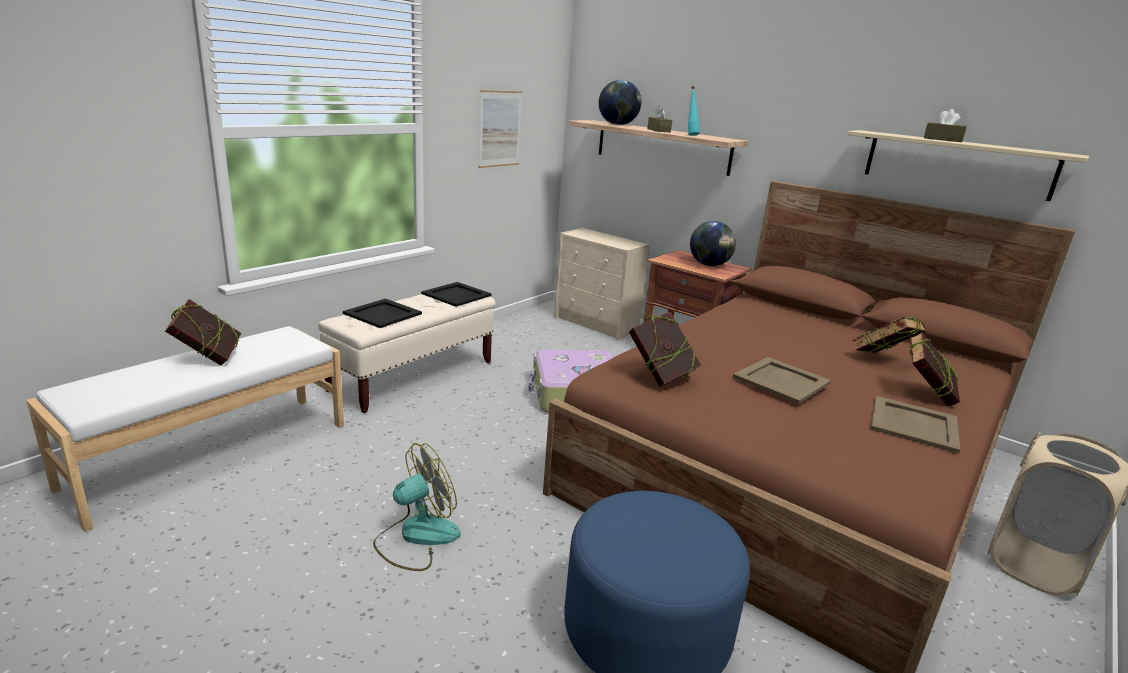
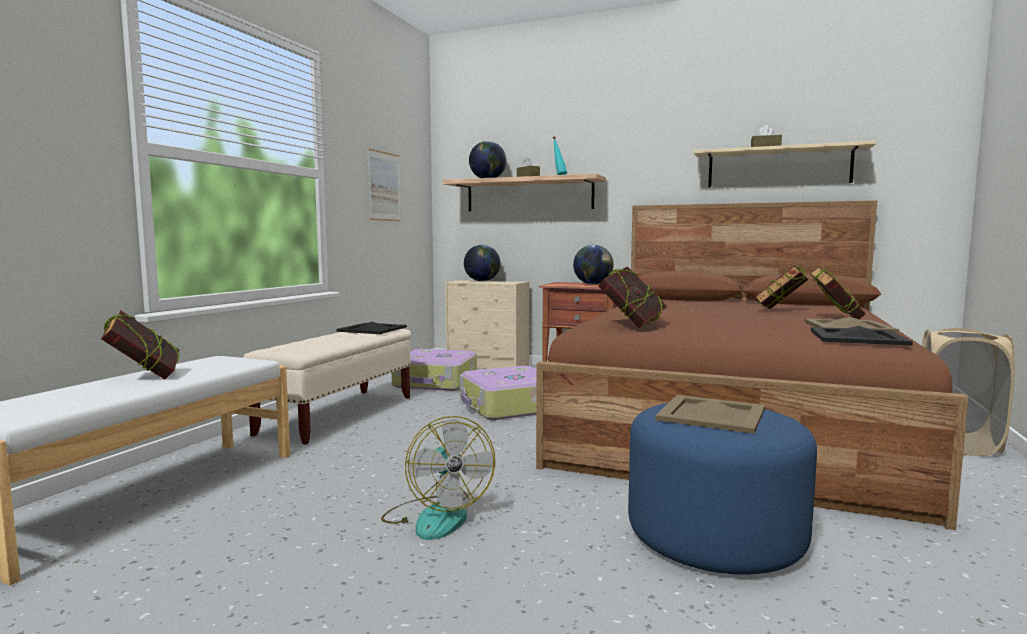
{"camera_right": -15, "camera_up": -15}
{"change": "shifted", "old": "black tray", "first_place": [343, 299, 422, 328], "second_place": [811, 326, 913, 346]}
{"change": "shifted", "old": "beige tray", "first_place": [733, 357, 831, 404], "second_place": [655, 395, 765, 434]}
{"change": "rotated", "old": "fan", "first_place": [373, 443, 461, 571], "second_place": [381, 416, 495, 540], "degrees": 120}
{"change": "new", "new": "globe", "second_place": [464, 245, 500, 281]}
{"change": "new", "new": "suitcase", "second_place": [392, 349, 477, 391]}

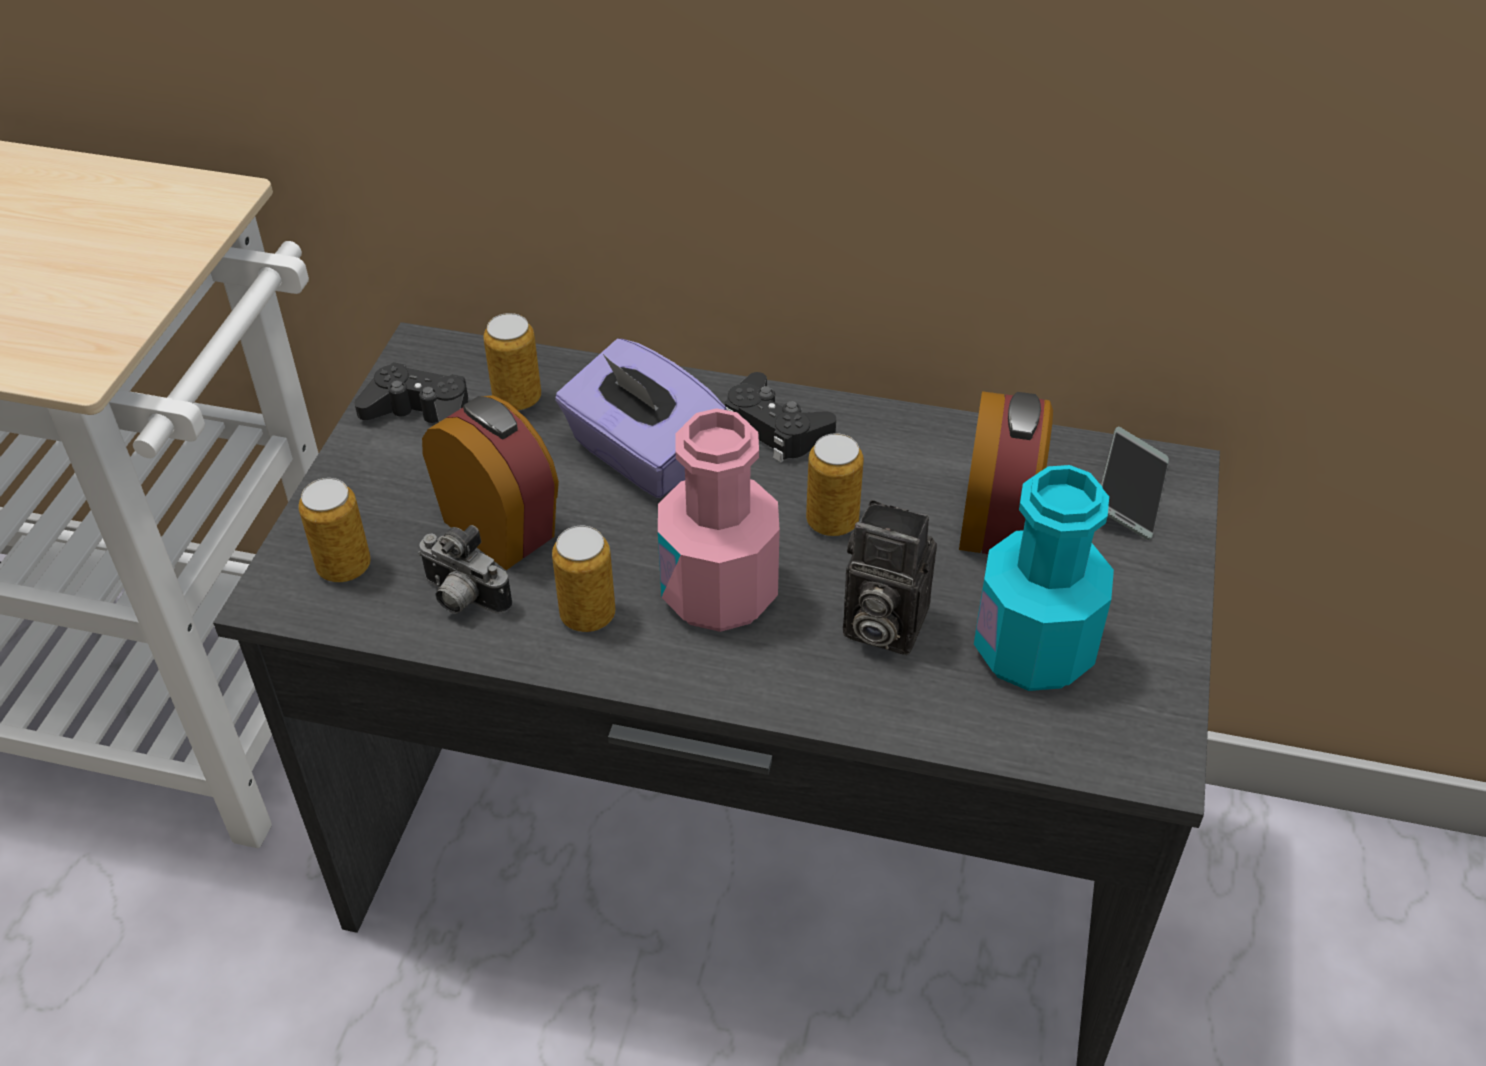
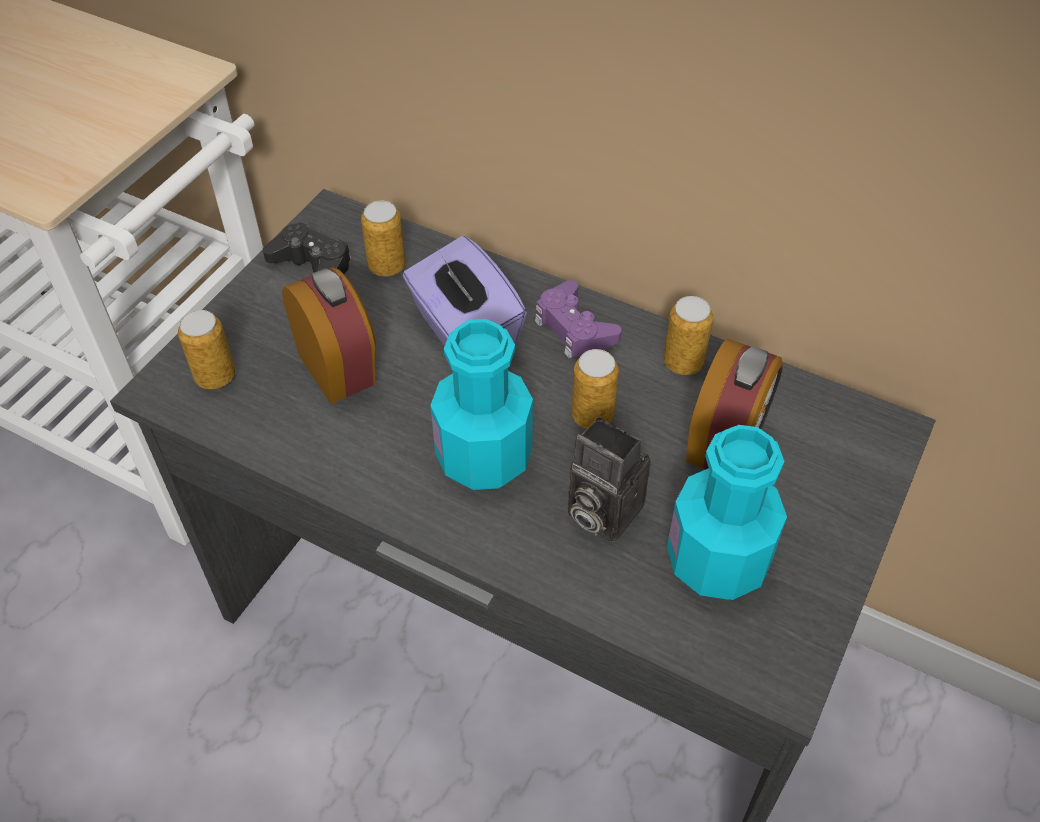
{"camera_right": 15, "camera_up": 5}
{"change": "repainted", "old": "black game controller", "new": "purple game controller", "first_place": [725, 372, 836, 462], "second_place": [535, 280, 621, 358]}
{"change": "repainted", "old": "pink bottle", "new": "turquoise bottle", "first_place": [658, 408, 780, 632], "second_place": [430, 319, 533, 490]}
{"change": "gone", "old": "phone", "first_place": [1101, 427, 1169, 540]}
{"change": "gone", "old": "photo camera", "first_place": [418, 525, 513, 614]}
{"change": "shifted", "old": "can", "first_place": [552, 526, 615, 632], "second_place": [663, 296, 713, 375]}

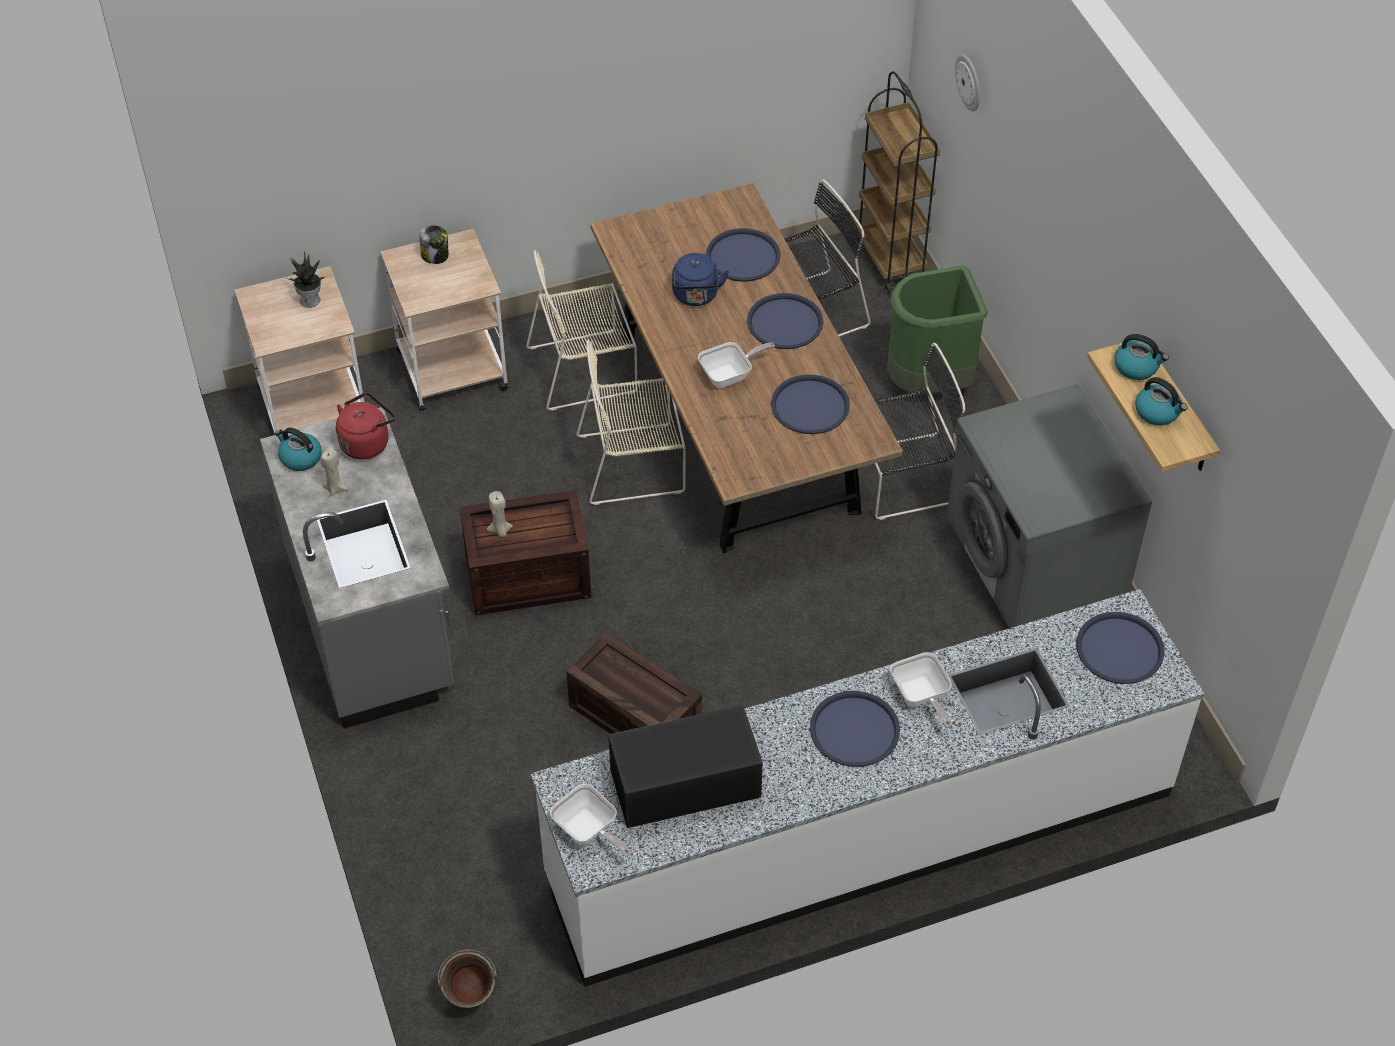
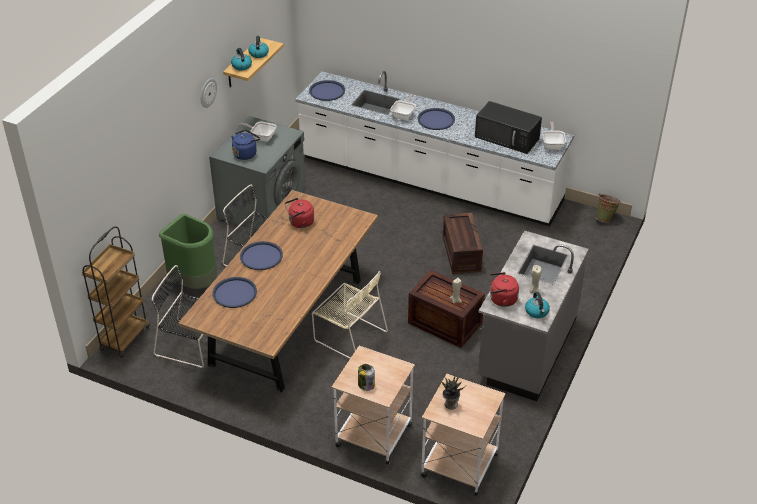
{"camera_right": -135, "camera_up": -10}
{"change": "shifted", "old": "wall clock", "first_place": [955, 54, 980, 111], "second_place": [201, 78, 217, 108]}
{"change": "gone", "old": "beige chair", "first_place": [526, 250, 637, 411]}
{"change": "shifted", "old": "blue kettle", "first_place": [672, 253, 729, 306], "second_place": [231, 130, 260, 160]}
{"change": "shifted", "old": "frying pan", "first_place": [698, 342, 775, 388], "second_place": [238, 121, 277, 142]}
{"change": "swapped", "old": "blue tray", "new": "red kettle", "first_place": [771, 375, 850, 434], "second_place": [285, 198, 314, 228]}

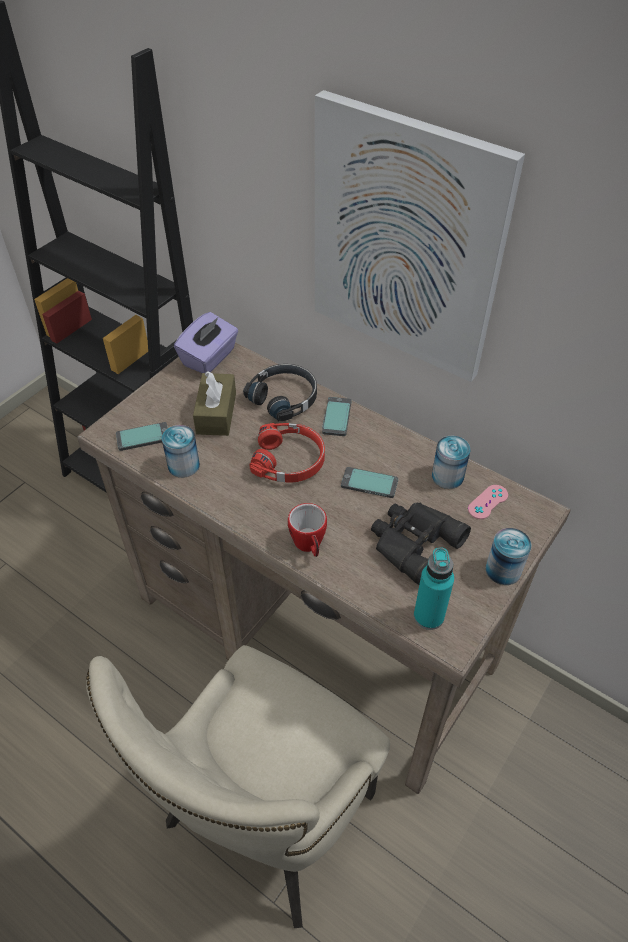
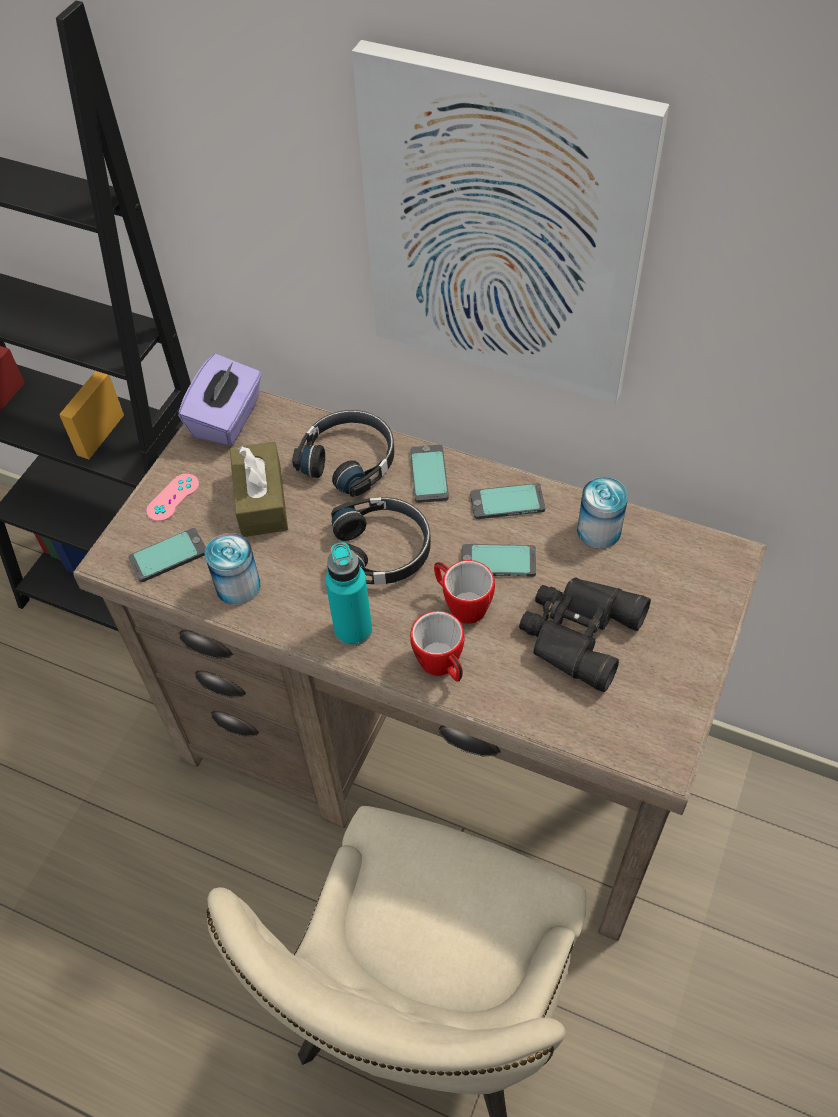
{"camera_right": -10, "camera_up": 5}
{"change": "repainted", "old": "red headphones", "new": "black headphones", "first_place": [249, 423, 325, 483], "second_place": [331, 497, 431, 584]}
{"change": "shifted", "old": "pink game controller", "first_place": [468, 485, 508, 519], "second_place": [146, 474, 199, 522]}
{"change": "gone", "old": "can", "first_place": [486, 528, 531, 585]}
{"change": "shifted", "old": "turquoise bottle", "first_place": [414, 547, 454, 630], "second_place": [325, 542, 372, 646]}
{"change": "new", "new": "phone", "second_place": [470, 483, 545, 519]}
{"change": "new", "new": "mug", "second_place": [434, 560, 495, 624]}

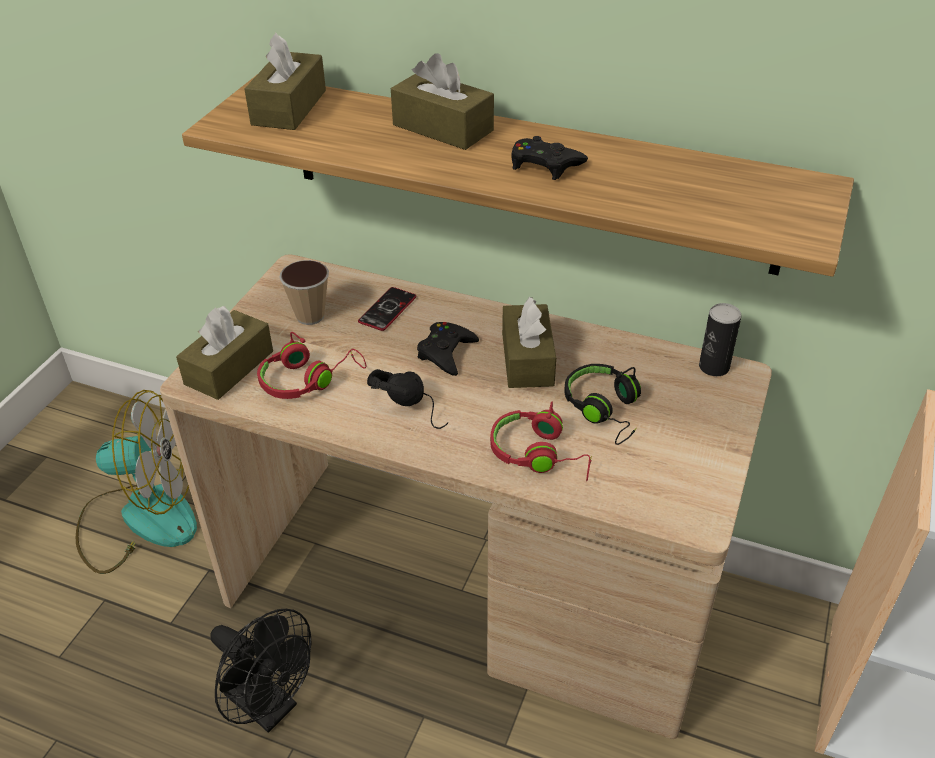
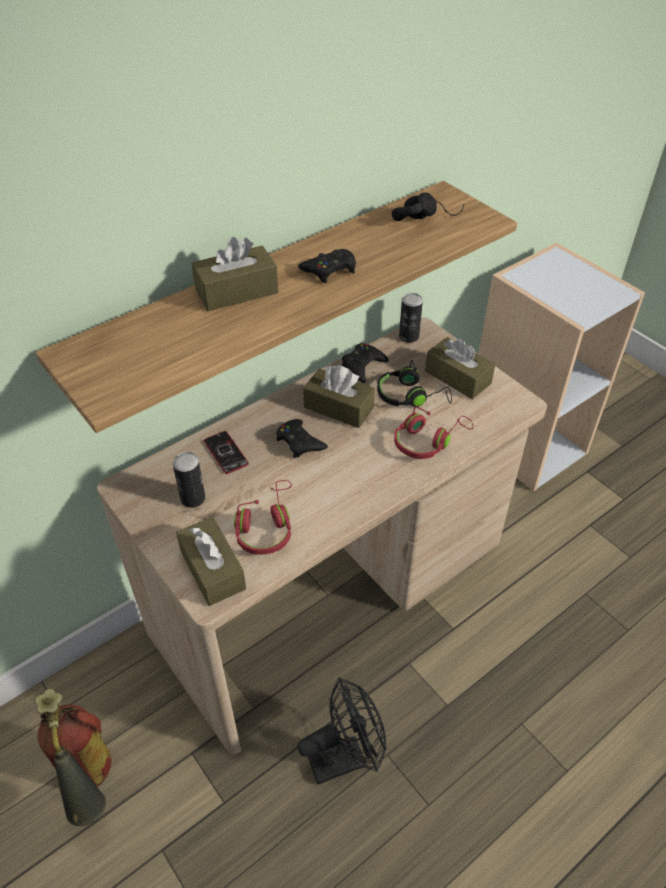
{"camera_right": -60, "camera_up": 5}
{"change": "shifted", "old": "brown tissue box", "first_place": [244, 33, 326, 130], "second_place": [425, 337, 495, 399]}
{"change": "swapped", "old": "cup", "new": "can", "first_place": [279, 260, 329, 325], "second_place": [172, 452, 205, 508]}
{"change": "shifted", "old": "black headphones", "first_place": [367, 369, 449, 429], "second_place": [392, 192, 464, 221]}
{"change": "swapped", "old": "fan", "new": "fire extinguisher", "first_place": [76, 390, 197, 574], "second_place": [35, 689, 111, 826]}
{"change": "new", "new": "black game controller", "second_place": [342, 343, 389, 383]}

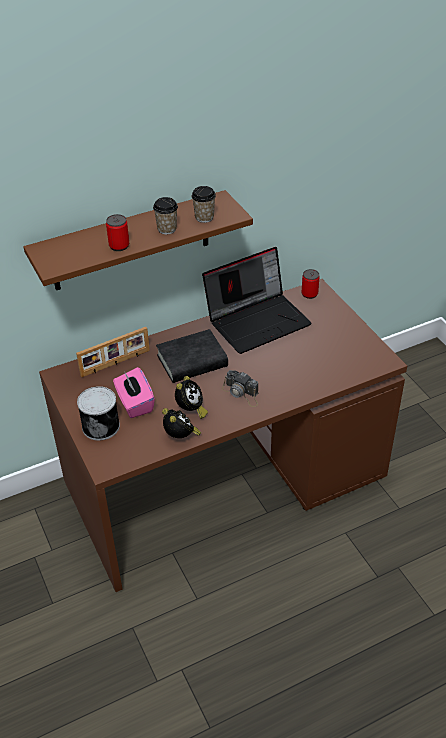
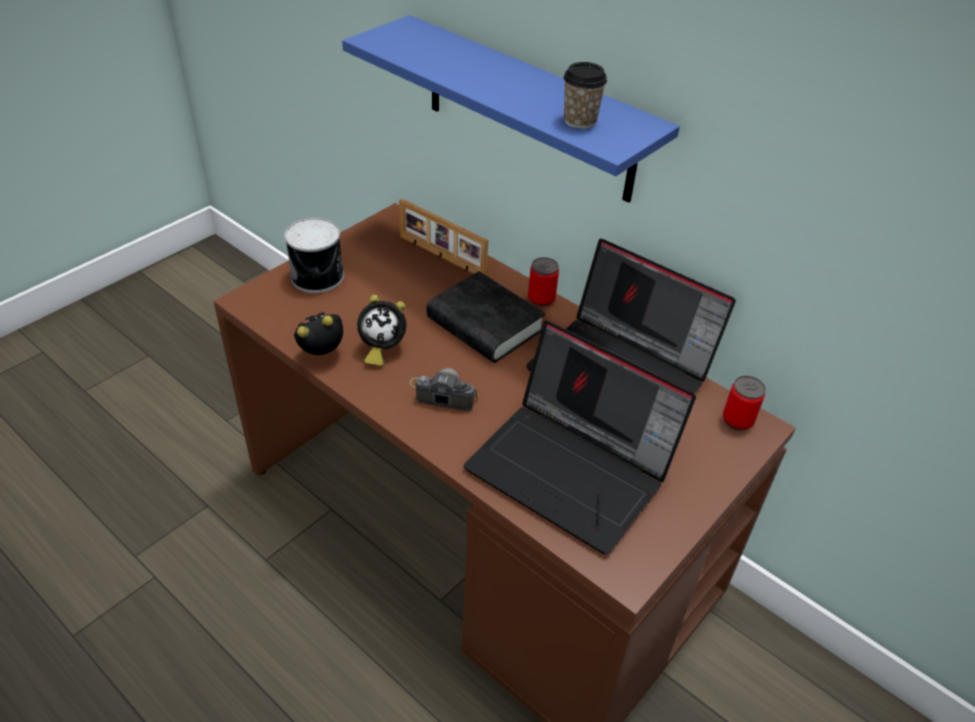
{"camera_right": 65, "camera_up": 0}
{"change": "repainted", "old": "brown shelf", "new": "blue shelf", "first_place": [23, 190, 253, 290], "second_place": [342, 15, 680, 203]}
{"change": "gone", "old": "cup", "first_place": [153, 197, 178, 234]}
{"change": "shifted", "old": "can", "first_place": [106, 214, 129, 251], "second_place": [528, 257, 559, 306]}
{"change": "gone", "old": "pink tissue box", "first_place": [113, 367, 155, 418]}
{"change": "rotated", "old": "photo camera", "first_place": [222, 370, 258, 407], "second_place": [409, 368, 478, 411], "degrees": 90}
{"change": "rotated", "old": "alarm clock", "first_place": [162, 408, 201, 438], "second_place": [294, 312, 343, 355], "degrees": -150}
{"change": "new", "new": "laptop", "second_place": [463, 321, 696, 554]}

